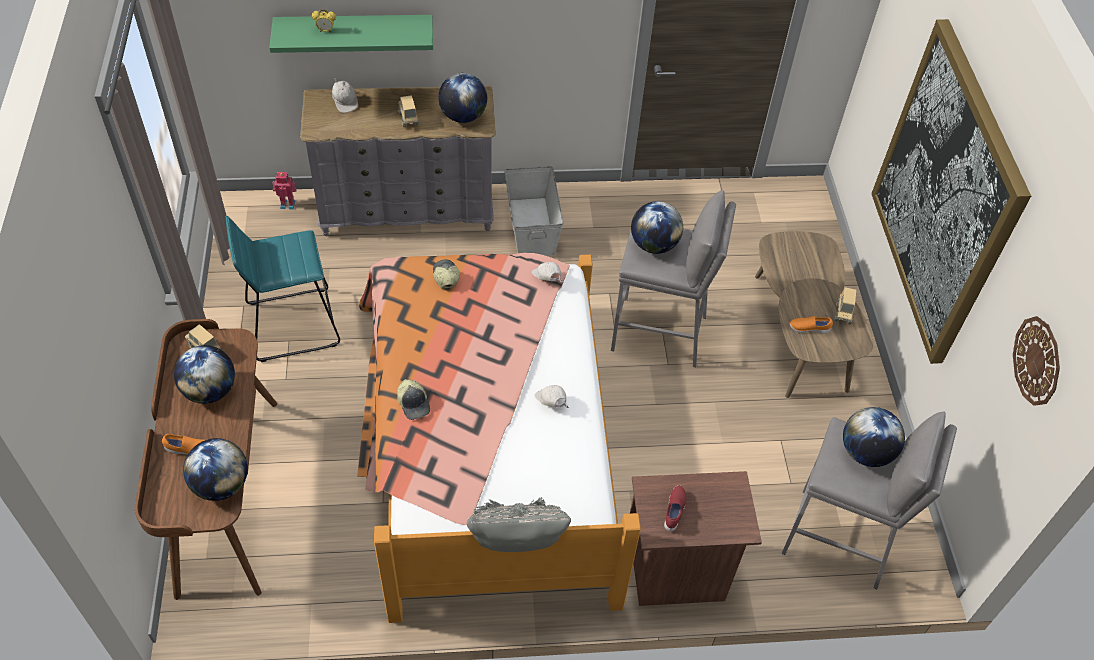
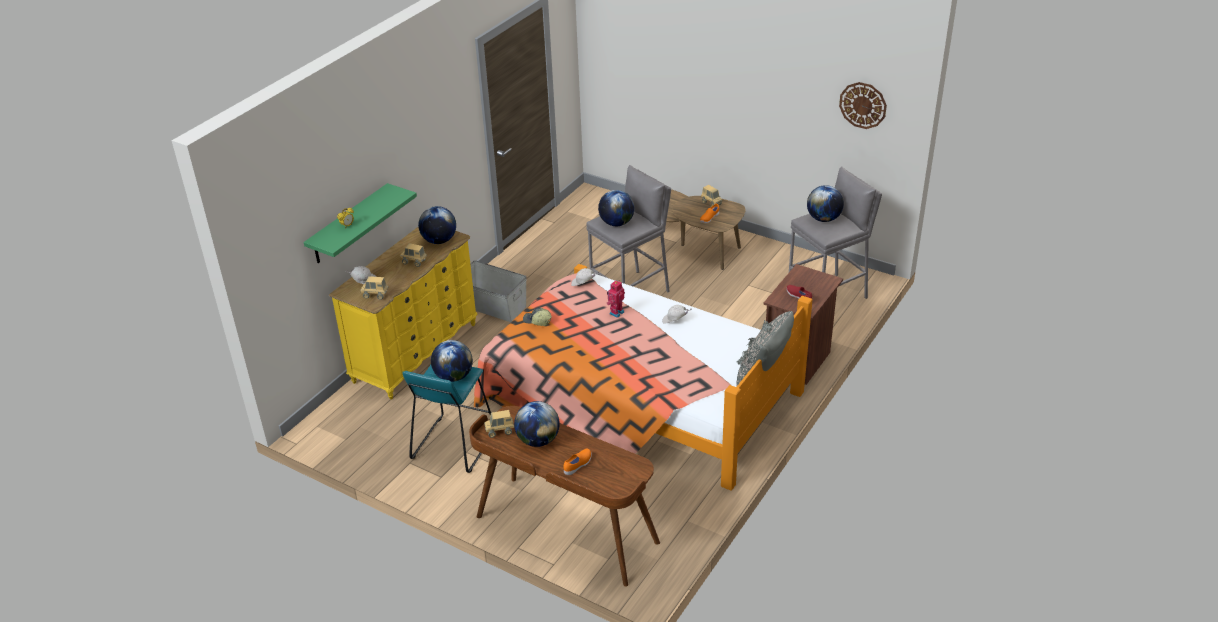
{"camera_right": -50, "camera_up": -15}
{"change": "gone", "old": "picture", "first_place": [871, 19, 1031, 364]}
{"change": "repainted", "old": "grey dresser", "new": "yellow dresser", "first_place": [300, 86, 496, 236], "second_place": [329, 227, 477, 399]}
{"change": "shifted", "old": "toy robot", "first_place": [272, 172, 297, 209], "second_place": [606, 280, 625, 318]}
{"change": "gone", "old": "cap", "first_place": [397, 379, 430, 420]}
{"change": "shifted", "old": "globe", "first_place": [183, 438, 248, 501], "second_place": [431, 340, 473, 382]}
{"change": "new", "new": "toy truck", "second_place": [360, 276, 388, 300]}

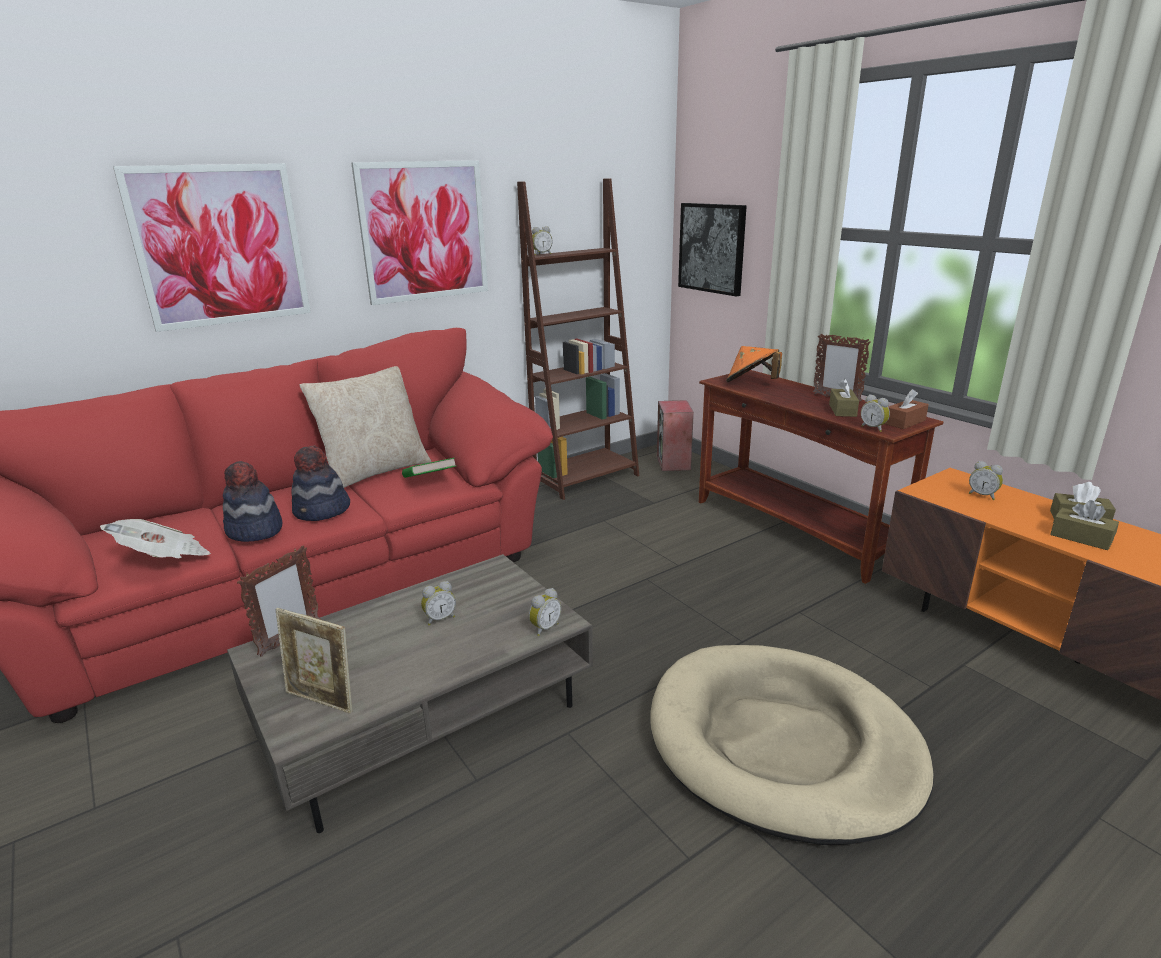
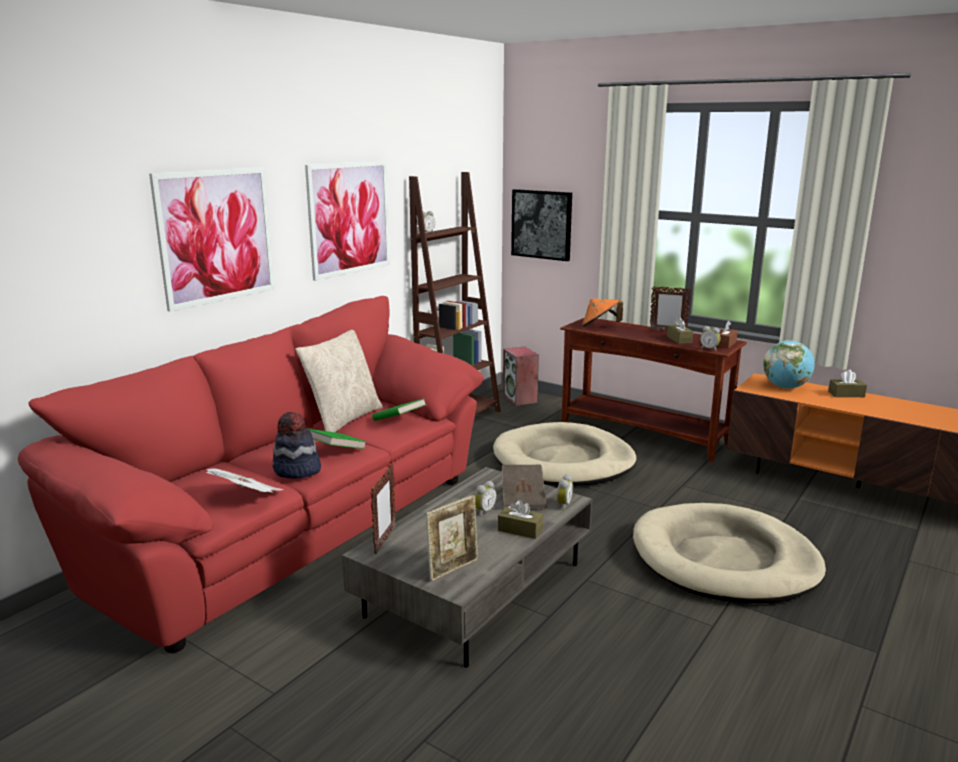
{"camera_right": -20, "camera_up": -5}
{"change": "swapped", "old": "hat", "new": "green book", "first_place": [291, 445, 350, 521], "second_place": [306, 428, 366, 449]}
{"change": "swapped", "old": "alarm clock", "new": "globe", "first_place": [969, 461, 1003, 500], "second_place": [763, 340, 815, 389]}
{"change": "shifted", "old": "brown tissue box", "first_place": [1050, 500, 1119, 550], "second_place": [498, 500, 543, 539]}
{"change": "rotated", "old": "picture frame", "first_place": [275, 608, 352, 714], "second_place": [426, 495, 478, 582], "degrees": -45}
{"change": "new", "new": "beige dog bed", "second_place": [493, 422, 637, 486]}
{"change": "new", "new": "brown book", "second_place": [502, 465, 547, 510]}

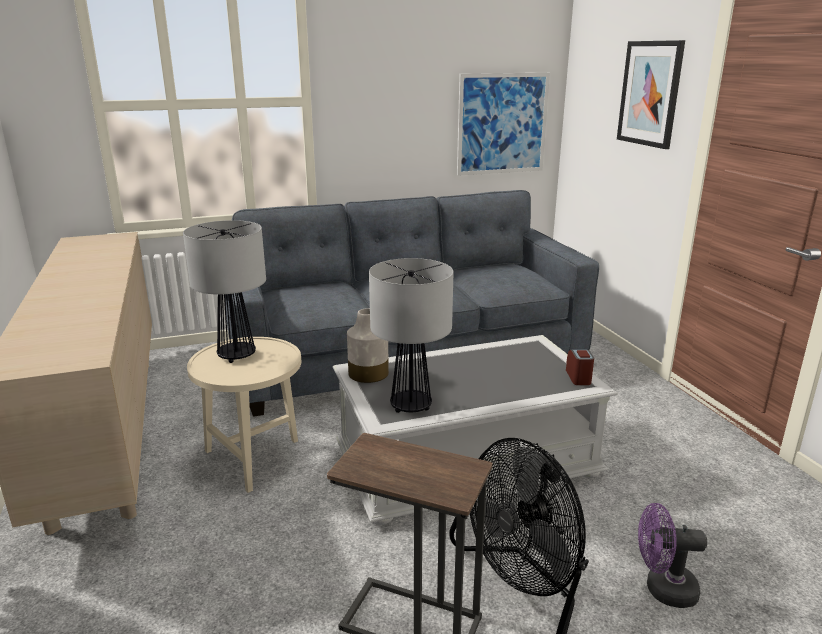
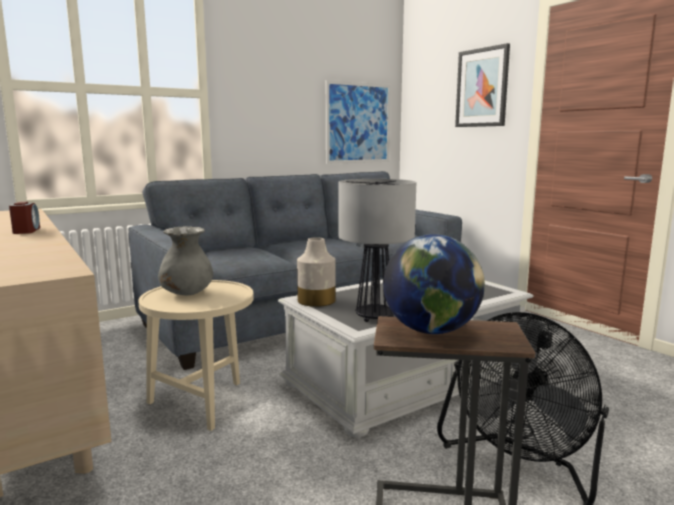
{"camera_right": -15, "camera_up": -10}
{"change": "swapped", "old": "table lamp", "new": "grey vase", "first_place": [183, 220, 266, 363], "second_place": [158, 226, 213, 295]}
{"change": "shifted", "old": "alarm clock", "first_place": [566, 350, 594, 385], "second_place": [9, 202, 40, 234]}
{"change": "gone", "old": "purple fan", "first_place": [638, 503, 707, 608]}
{"change": "new", "new": "globe", "second_place": [383, 234, 485, 334]}

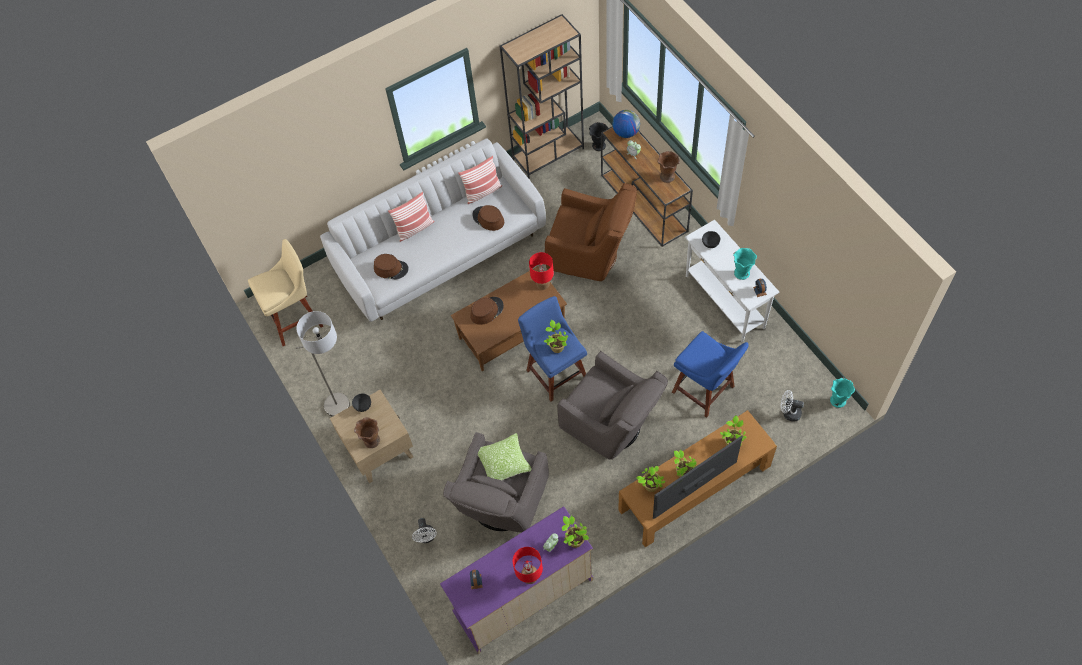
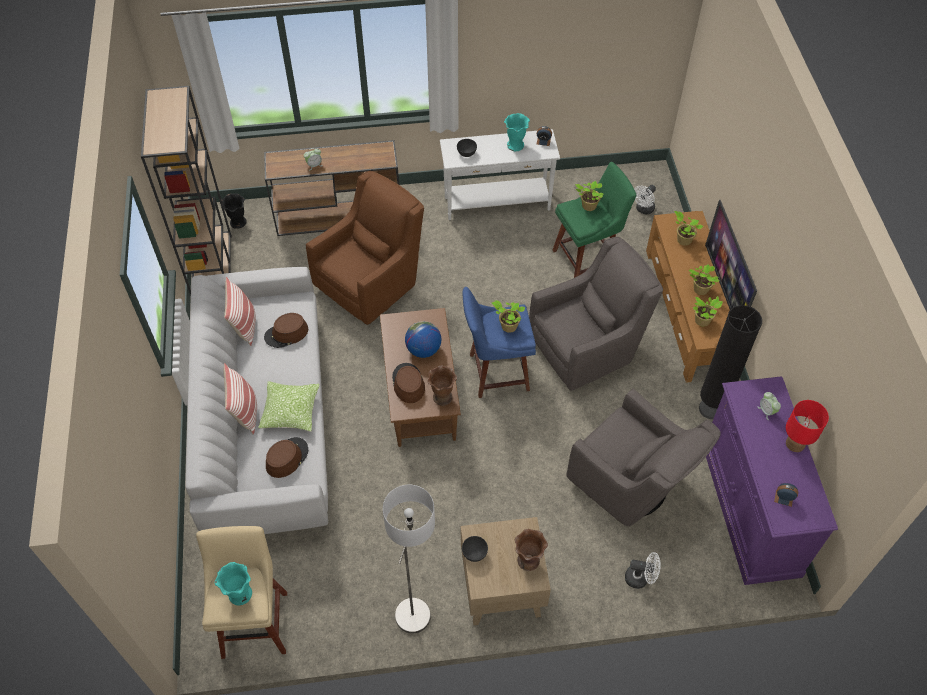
{"camera_right": -70, "camera_up": -5}
{"change": "shifted", "old": "globe", "first_place": [612, 110, 640, 138], "second_place": [405, 321, 441, 358]}
{"change": "shifted", "old": "brown vase", "first_place": [658, 151, 680, 183], "second_place": [428, 366, 457, 406]}
{"change": "gone", "old": "red table lamp", "first_place": [529, 252, 554, 290]}
{"change": "repainted", "old": "blue stool", "new": "green stool", "first_place": [672, 331, 749, 418], "second_place": [553, 162, 636, 278]}
{"change": "shifted", "old": "turquoise vase", "first_place": [830, 378, 855, 408], "second_place": [215, 562, 252, 605]}
{"change": "shifted", "old": "pillow", "first_place": [478, 433, 532, 480], "second_place": [258, 382, 320, 432]}
{"change": "shifted", "old": "potted plant", "first_place": [562, 516, 589, 548], "second_place": [575, 181, 604, 211]}
{"change": "new", "new": "black floor lamp", "second_place": [699, 305, 762, 419]}

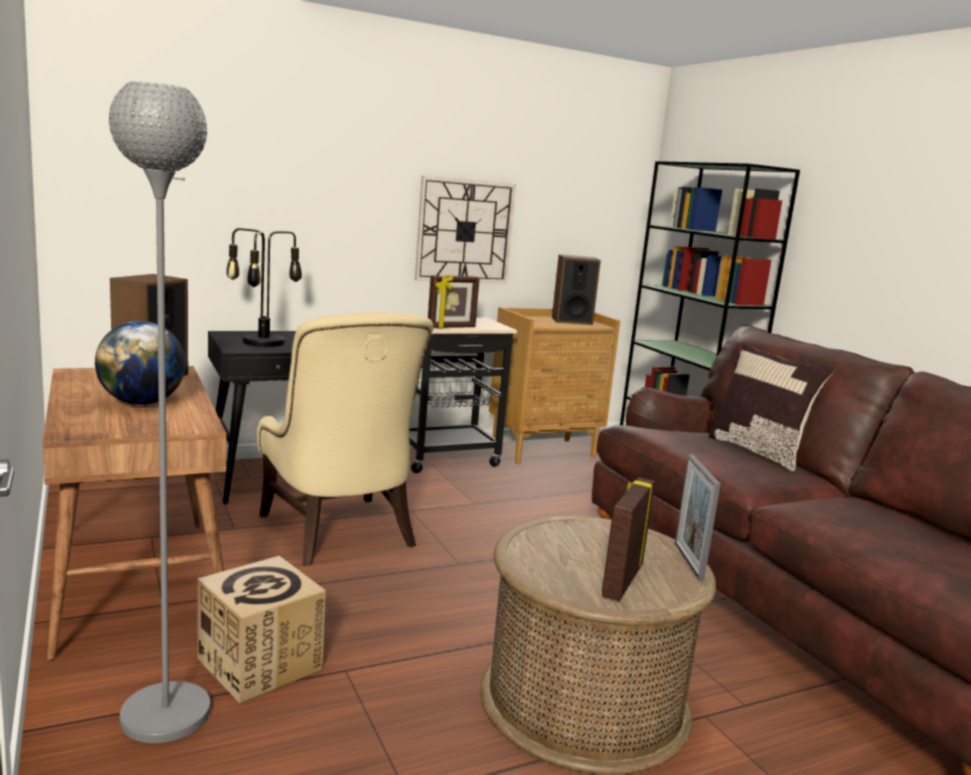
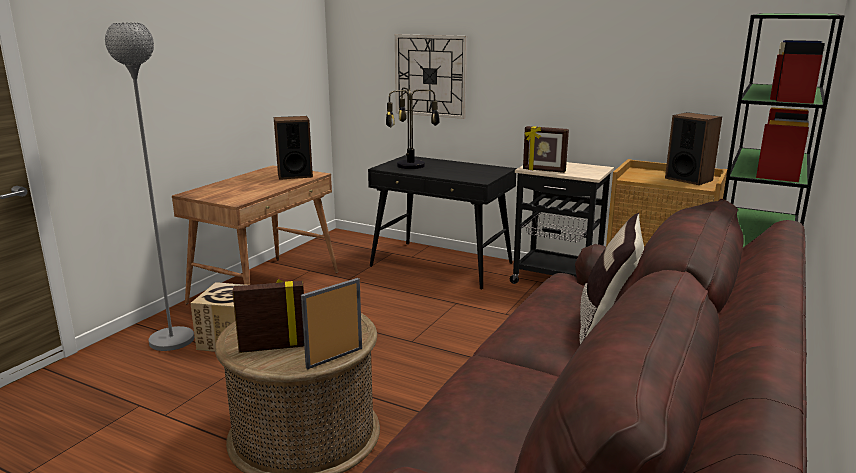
{"camera_right": 55, "camera_up": 5}
{"change": "shifted", "old": "wall clock", "first_place": [415, 176, 516, 283], "second_place": [395, 34, 467, 119]}
{"change": "gone", "old": "beige chair", "first_place": [257, 312, 433, 566]}
{"change": "gone", "old": "globe", "first_place": [95, 321, 186, 405]}

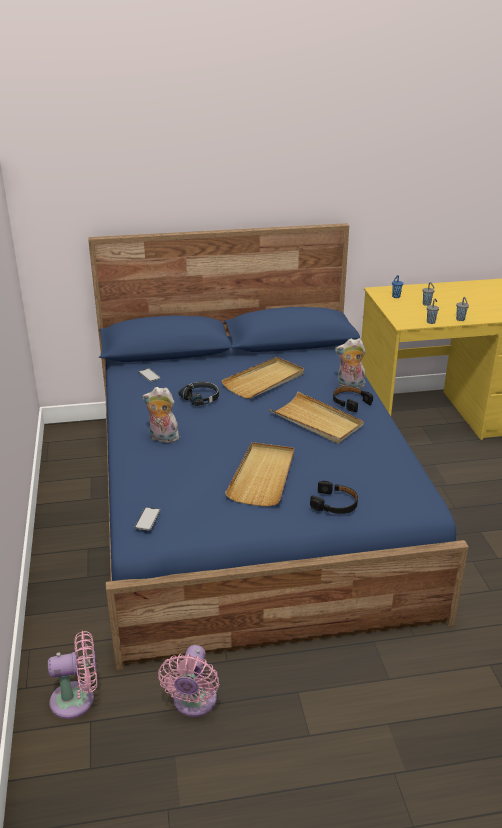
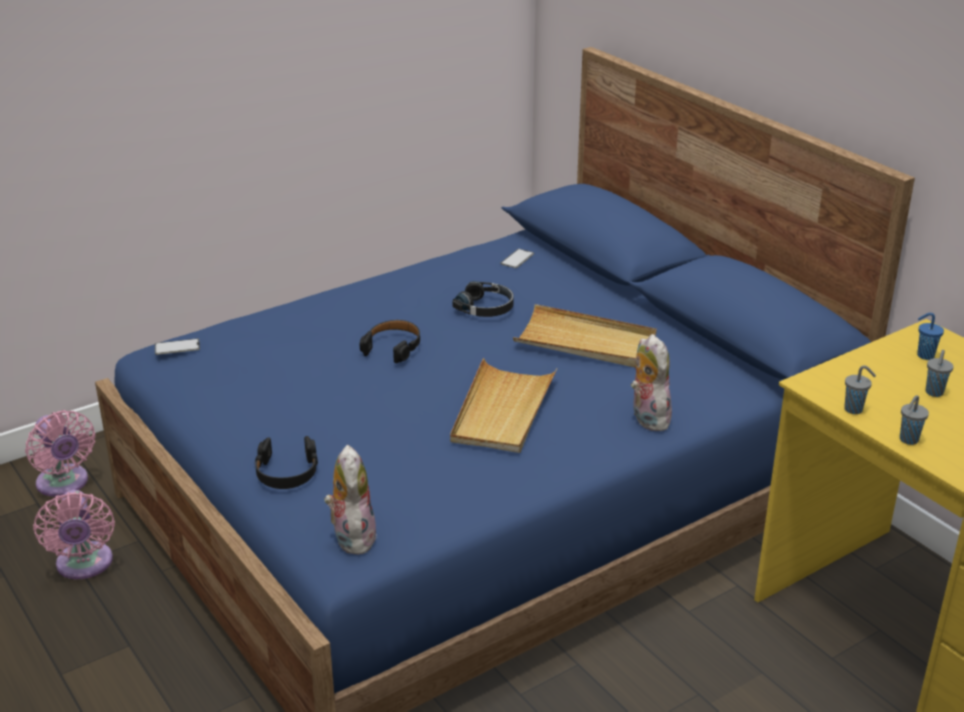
{"camera_right": 65, "camera_up": 0}
{"change": "shifted", "old": "black headphones", "first_place": [333, 386, 373, 412], "second_place": [360, 320, 420, 363]}
{"change": "shifted", "old": "plush toy", "first_place": [142, 387, 179, 443], "second_place": [325, 445, 377, 555]}
{"change": "gone", "old": "beige tray", "first_place": [225, 442, 294, 507]}
{"change": "rotated", "old": "pink fan", "first_place": [158, 645, 219, 717], "second_place": [33, 490, 115, 579], "degrees": -90}

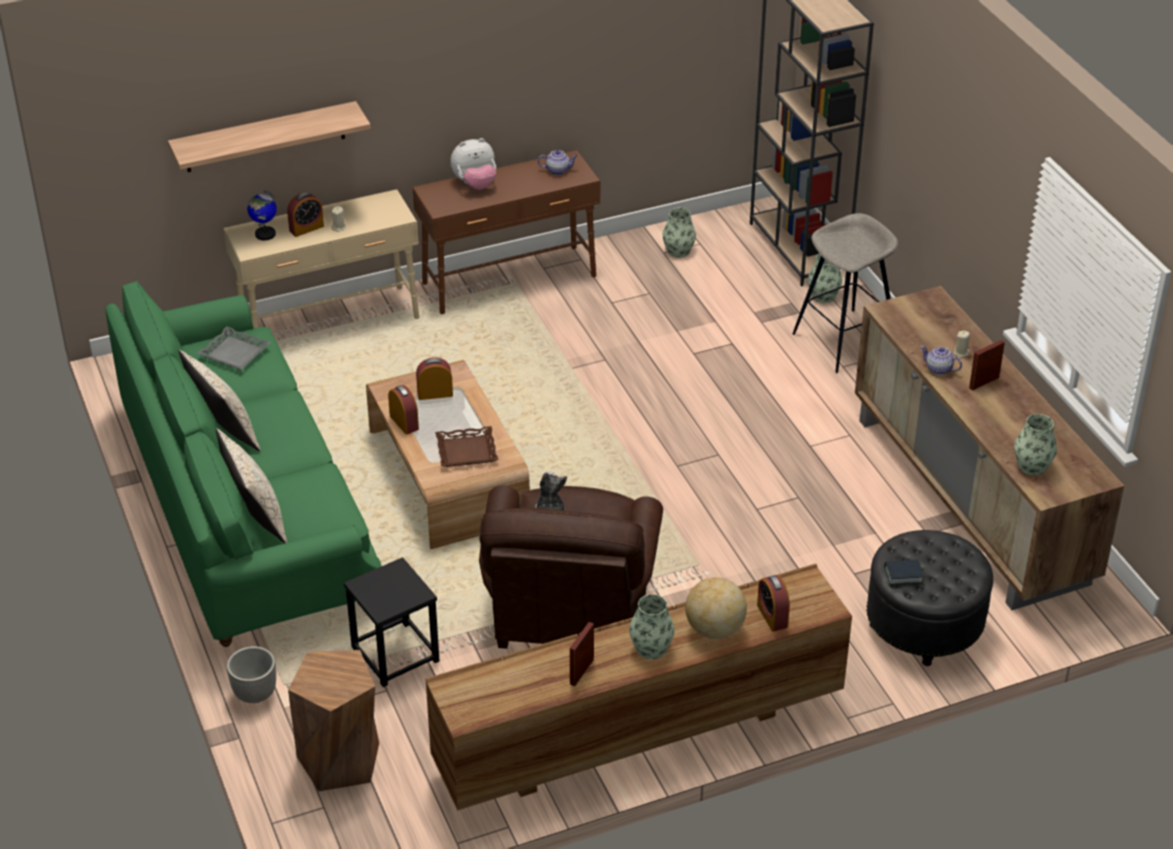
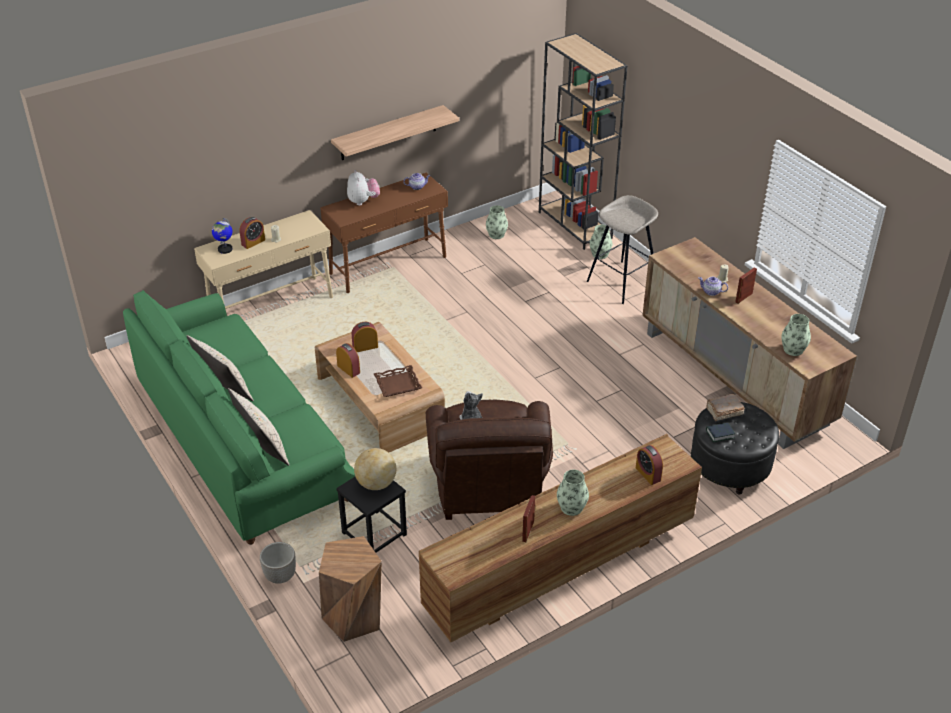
{"camera_right": -10, "camera_up": 0}
{"change": "shifted", "old": "shelf", "first_place": [168, 101, 371, 172], "second_place": [331, 105, 459, 160]}
{"change": "rotated", "old": "plush toy", "first_place": [450, 138, 496, 190], "second_place": [347, 170, 380, 206], "degrees": -75}
{"change": "gone", "old": "grey tray", "first_place": [197, 326, 271, 370]}
{"change": "shifted", "old": "globe", "first_place": [685, 577, 747, 639], "second_place": [354, 448, 396, 490]}
{"change": "new", "new": "brown book", "second_place": [706, 393, 745, 421]}

